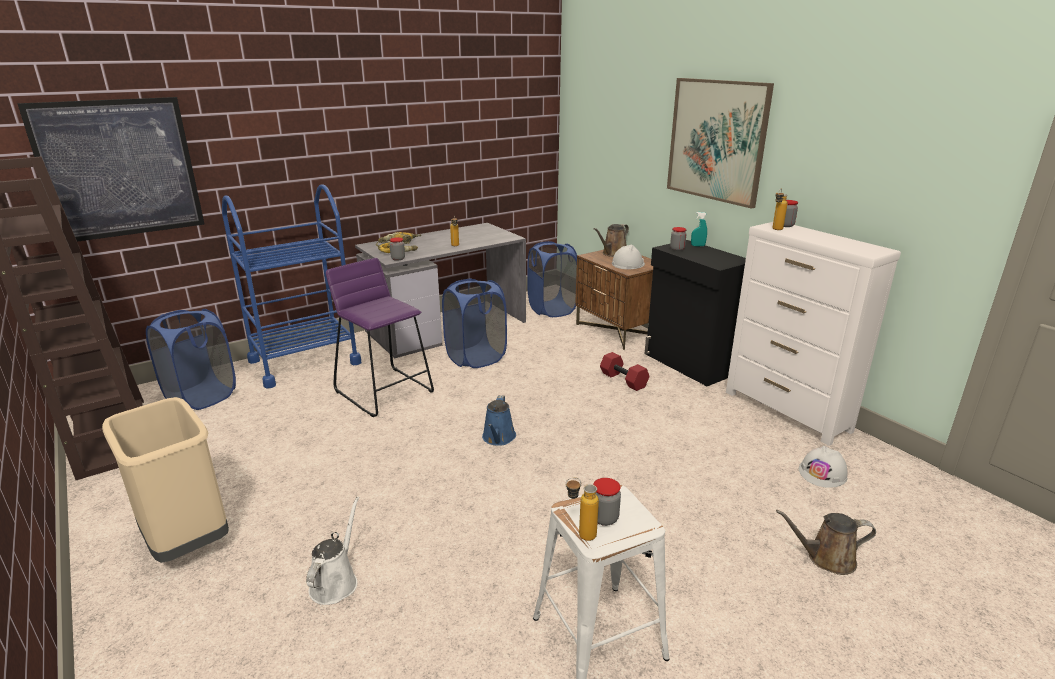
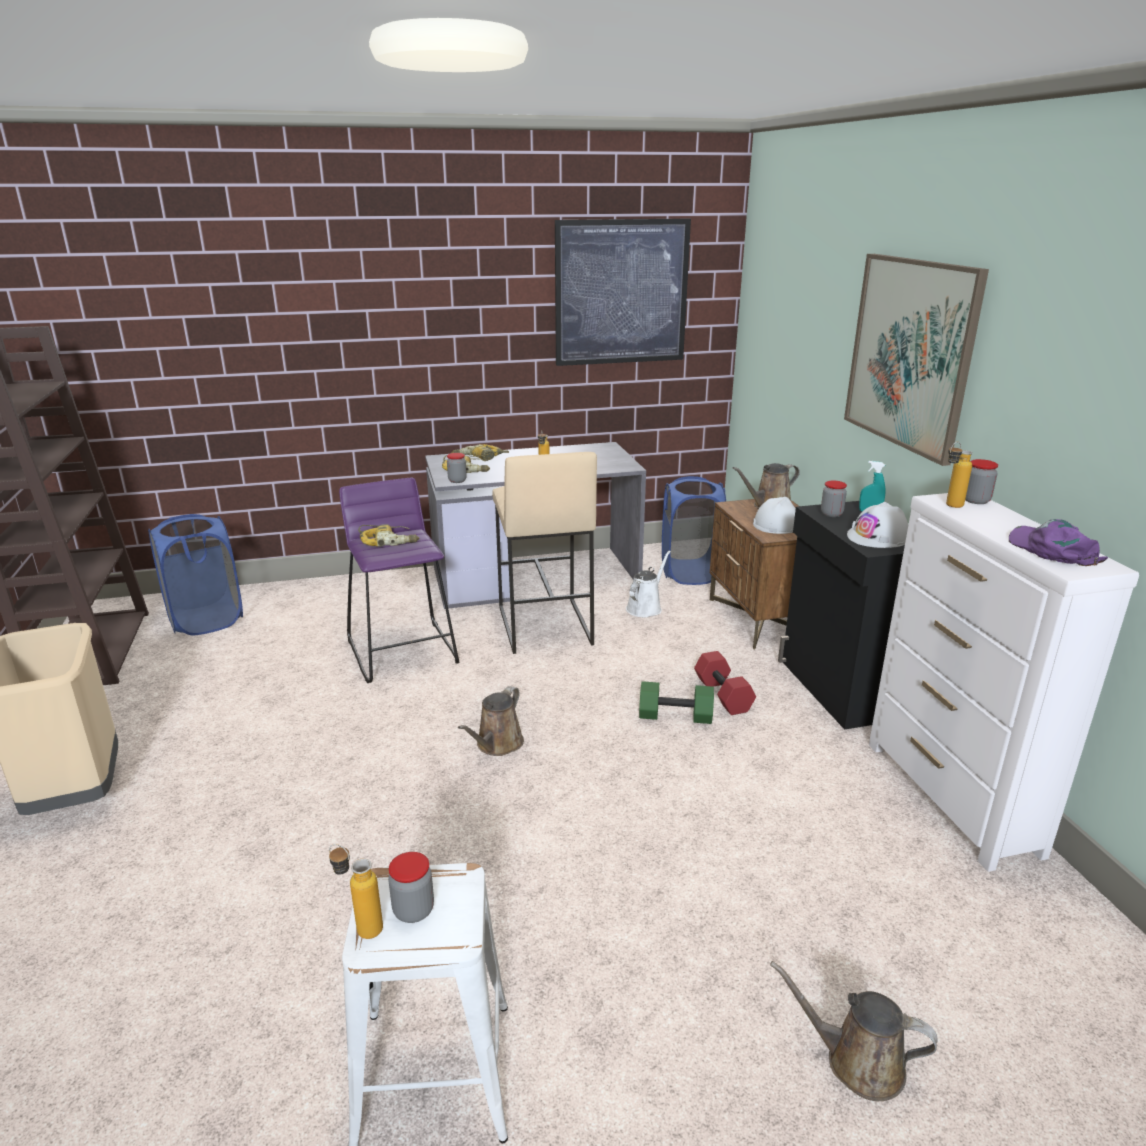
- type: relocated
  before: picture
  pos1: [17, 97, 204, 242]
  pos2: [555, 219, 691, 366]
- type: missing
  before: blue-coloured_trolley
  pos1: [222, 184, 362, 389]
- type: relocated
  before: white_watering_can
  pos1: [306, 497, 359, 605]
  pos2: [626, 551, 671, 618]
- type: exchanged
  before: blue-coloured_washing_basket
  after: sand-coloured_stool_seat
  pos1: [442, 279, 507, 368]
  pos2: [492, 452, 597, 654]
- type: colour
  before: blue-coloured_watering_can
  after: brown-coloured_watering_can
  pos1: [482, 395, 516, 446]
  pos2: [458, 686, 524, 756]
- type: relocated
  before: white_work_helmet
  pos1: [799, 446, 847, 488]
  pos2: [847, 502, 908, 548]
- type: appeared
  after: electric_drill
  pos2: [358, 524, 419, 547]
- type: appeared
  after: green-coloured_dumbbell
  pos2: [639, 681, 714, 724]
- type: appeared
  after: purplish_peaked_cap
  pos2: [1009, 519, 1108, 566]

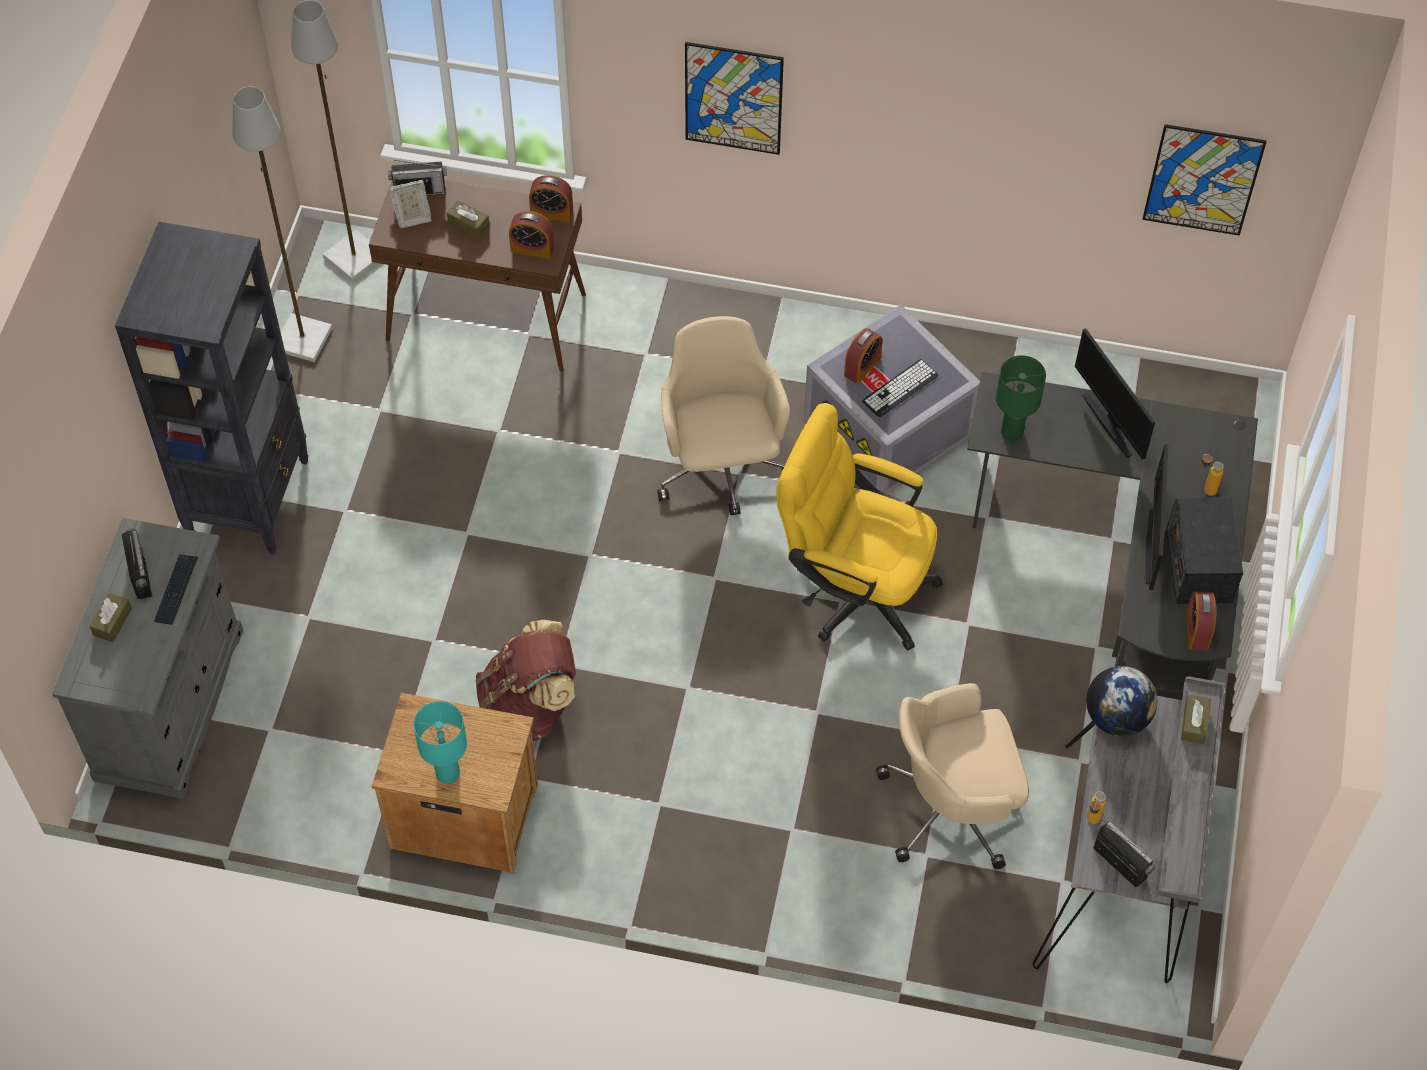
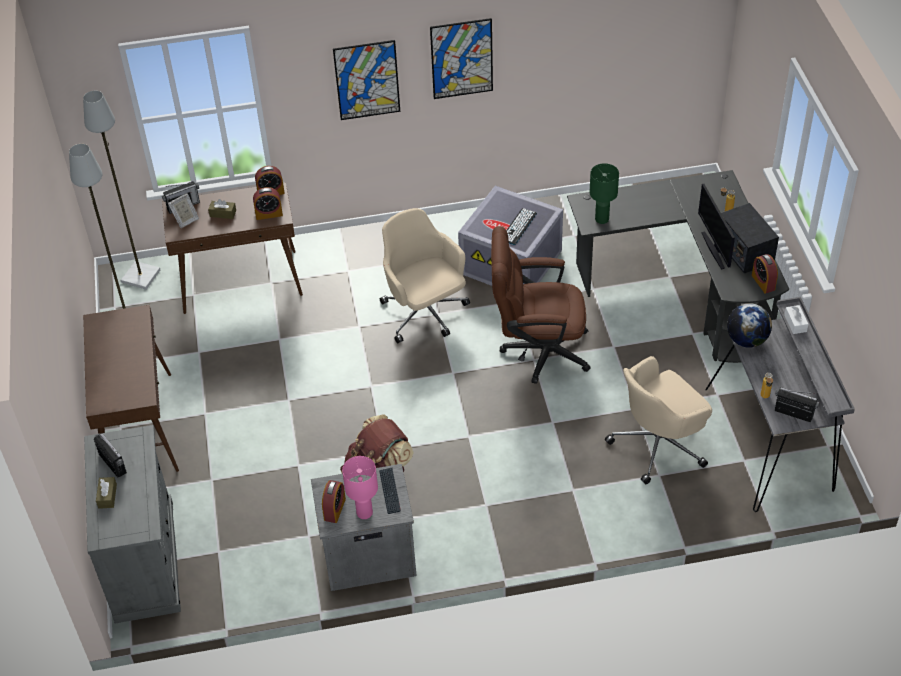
- type: exchanged
  before: black_shelving_unit
  after: brown-coloured_console_table
  pos1: [115, 222, 309, 555]
  pos2: [83, 305, 179, 472]
- type: relocated
  before: keyboard
  pos1: [154, 554, 198, 625]
  pos2: [379, 468, 401, 514]
- type: colour
  before: brown-coloured_night_table
  after: greyish_night_table
  pos1: [372, 693, 538, 873]
  pos2: [311, 464, 417, 591]
- type: colour
  before: blue-green_table_lamp
  after: pinkish_table_lamp
  pos1: [413, 701, 467, 784]
  pos2: [342, 456, 378, 519]
- type: colour
  before: yellowish_office_chair
  after: brown-coloured_office_chair
  pos1: [777, 403, 943, 651]
  pos2: [491, 226, 591, 384]
- type: relocated
  before: bedside_clock
  pos1: [844, 328, 883, 384]
  pos2: [322, 480, 346, 523]
- type: missing
  before: computer_display
  pos1: [1075, 328, 1155, 460]
- type: relocated
  before: picture
  pos1: [1142, 124, 1267, 236]
  pos2: [430, 18, 493, 99]
- type: colour
  before: brown-coloured_tissue_holder
  after: white_tissue_holder
  pos1: [1181, 695, 1211, 744]
  pos2: [784, 305, 809, 334]

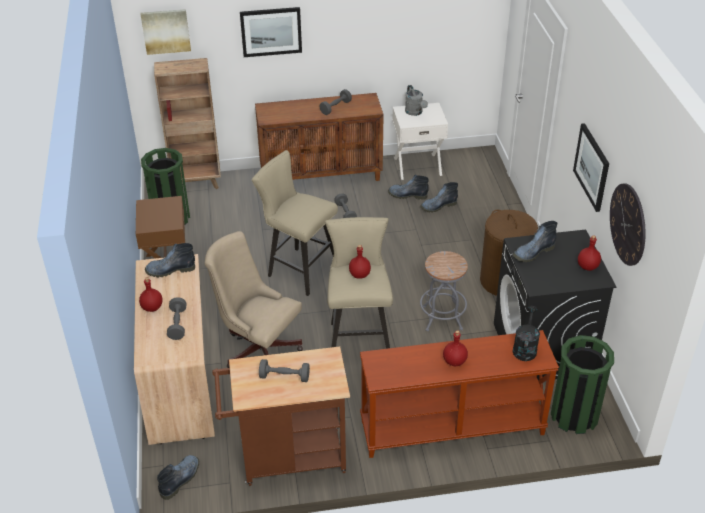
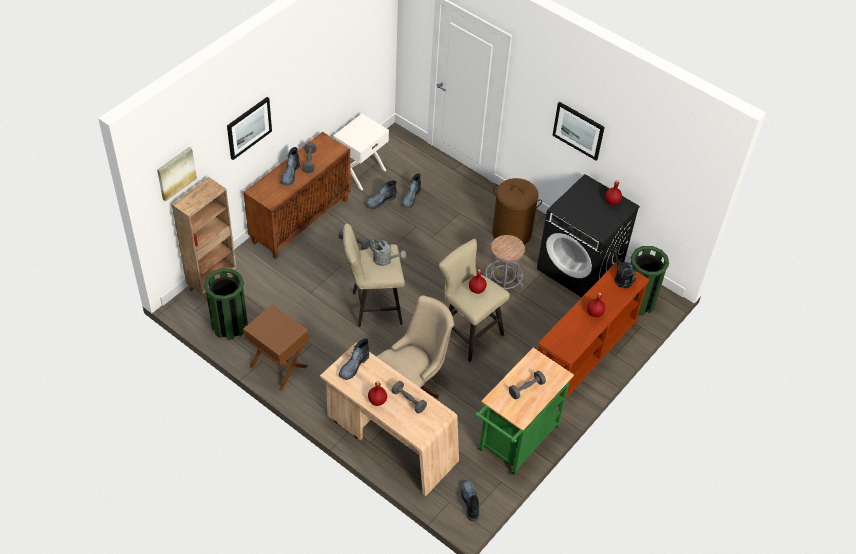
- type: spun
  before: sand-coloured_office_chair
  pos1: [204, 231, 303, 368]
  pos2: [376, 295, 454, 400]
  turn: 150
- type: colour
  before: brown-coloured_trolley
  after: green-coloured_trolley
  pos1: [212, 347, 350, 486]
  pos2: [475, 348, 574, 475]
- type: relocated
  before: greyish_watering_can
  pos1: [405, 85, 428, 116]
  pos2: [369, 239, 406, 266]
- type: relocated
  before: boot
  pos1: [513, 221, 557, 262]
  pos2: [280, 147, 300, 186]
- type: missing
  before: hanging_clock
  pos1: [610, 183, 646, 266]

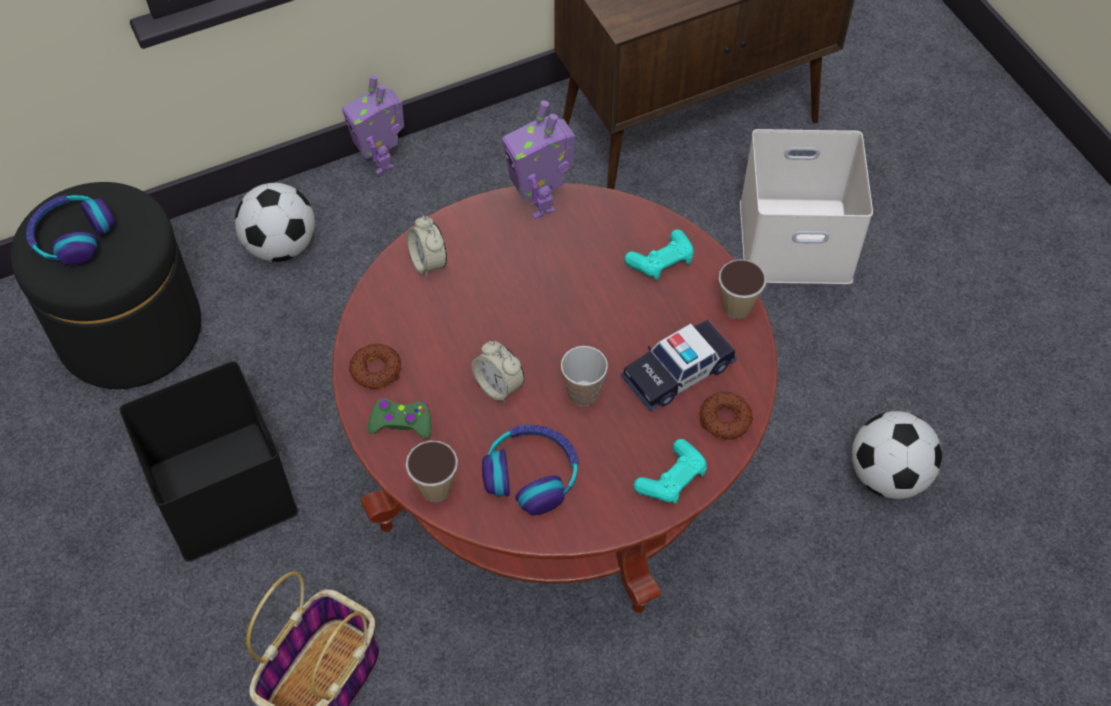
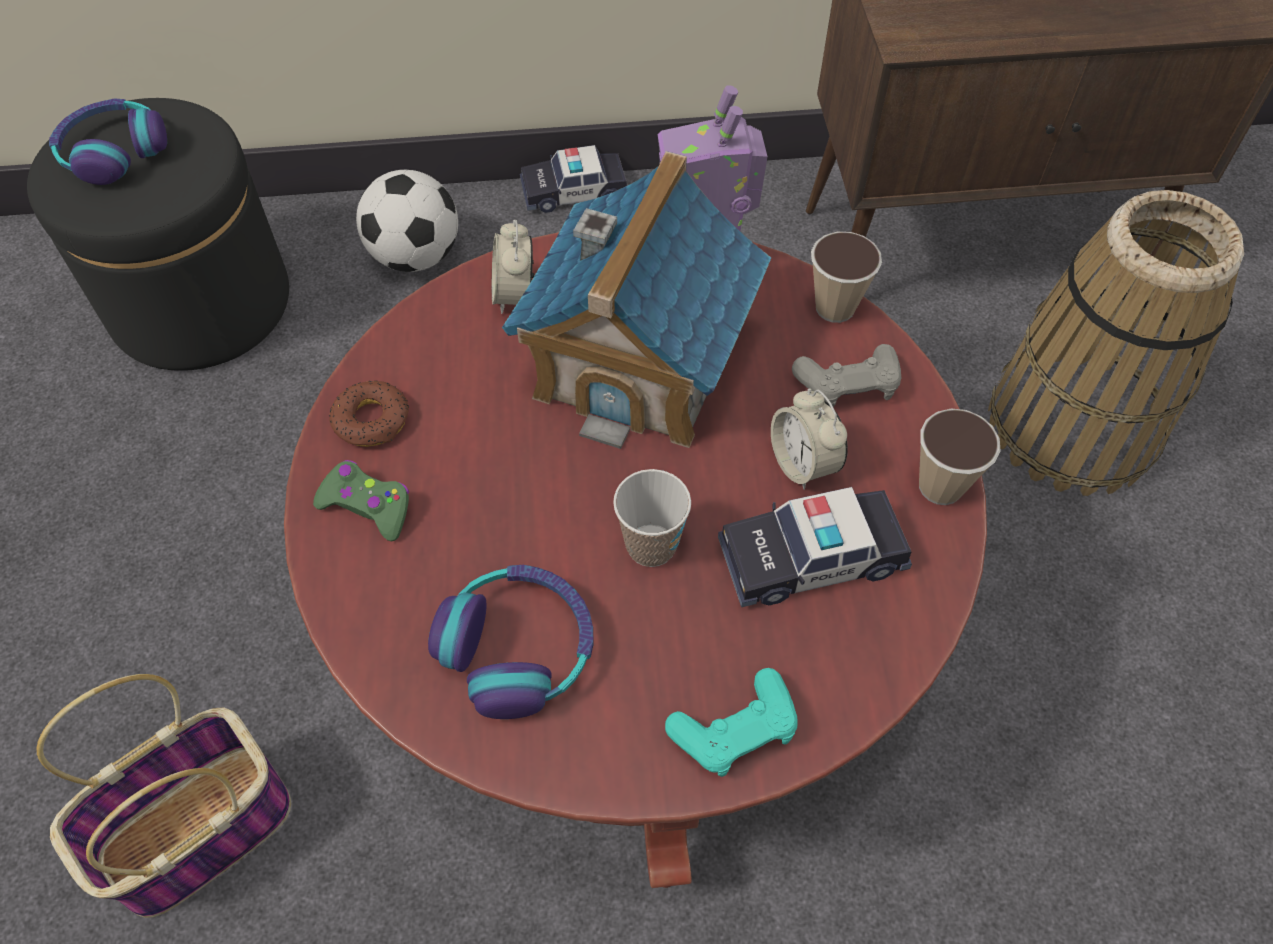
- type: missing
  before: black_storage_bin
  pos1: [119, 361, 298, 562]
- type: exchanged
  before: robot_figure
  after: model_car
  pos1: [342, 75, 404, 175]
  pos2: [520, 145, 627, 213]
- type: relocated
  before: drinking_cup
  pos1: [406, 440, 458, 502]
  pos2: [811, 232, 882, 323]
- type: relocated
  before: bedside_clock
  pos1: [472, 341, 525, 403]
  pos2: [771, 388, 848, 490]
- type: colour
  before: blue-green_game_controller
  after: greyish_game_controller
  pos1: [625, 229, 694, 280]
  pos2: [792, 344, 901, 407]
- type: missing
  before: ring_doughnut
  pos1: [700, 391, 753, 440]
- type: exchanged
  before: white_storage_bin
  after: basket
  pos1: [740, 129, 873, 284]
  pos2: [988, 190, 1244, 496]
- type: missing
  before: football
  pos1: [852, 411, 942, 499]
- type: appeared
  after: miniature_house
  pos2: [502, 151, 771, 449]

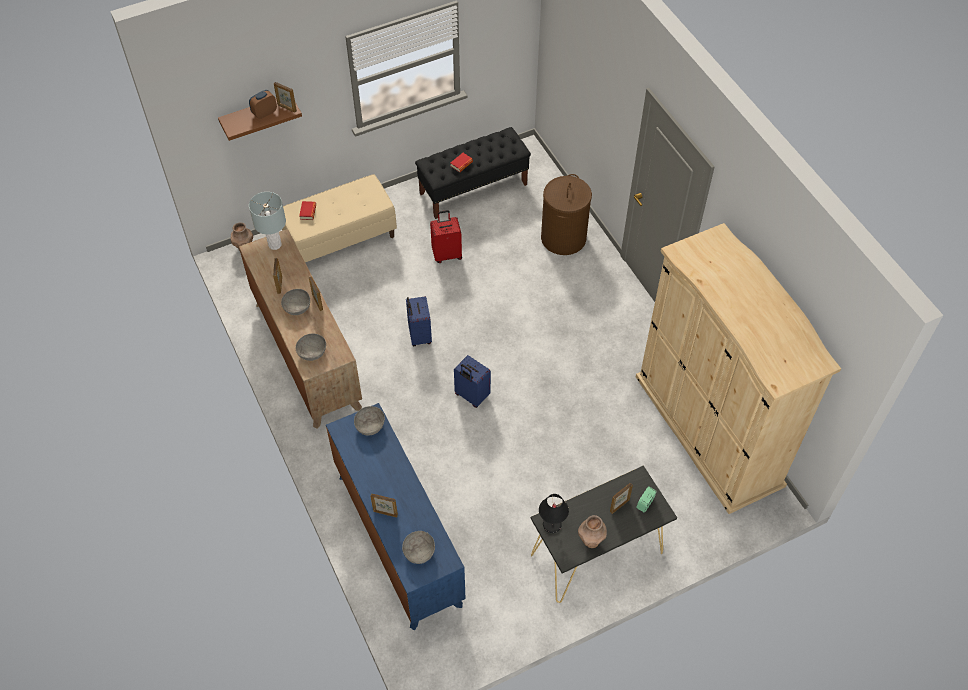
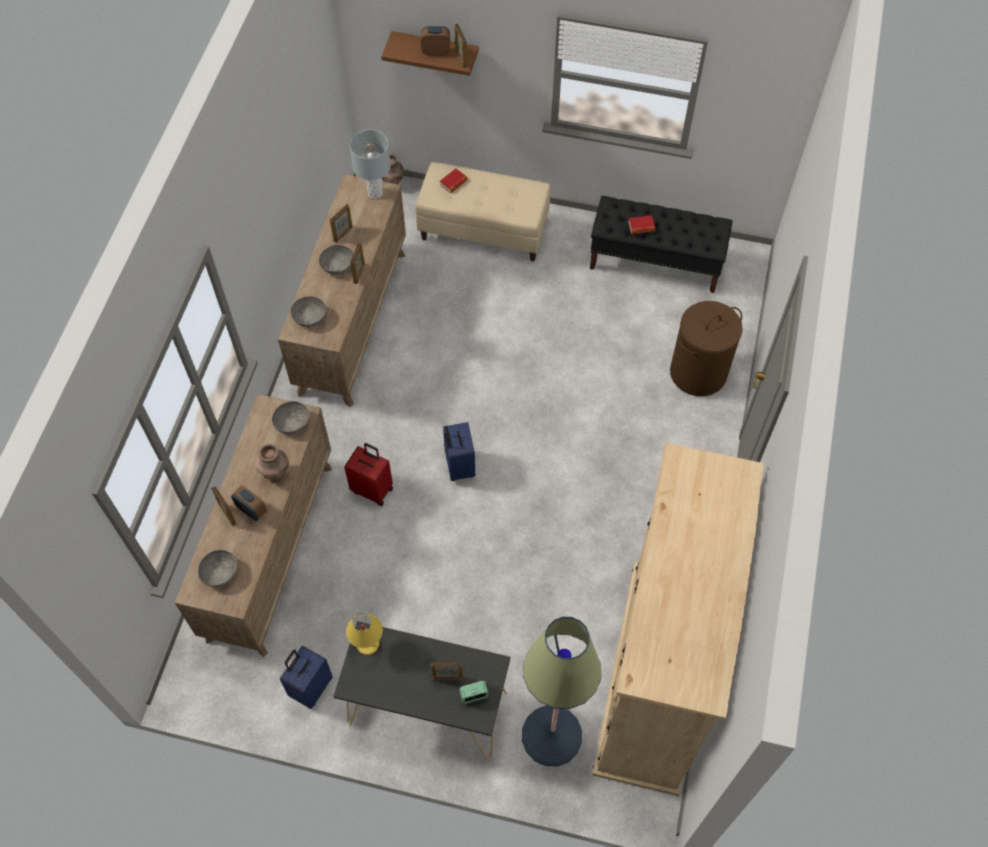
- type: colour
  before: blue-coloured_drawer_chest
  after: brown-coloured_drawer_chest
  pos1: [326, 403, 466, 630]
  pos2: [175, 394, 332, 657]
- type: relocated
  before: blue-coloured_piece_of_luggage
  pos1: [406, 296, 432, 346]
  pos2: [280, 646, 332, 709]
- type: relocated
  before: red-coloured_piece_of_luggage
  pos1: [430, 210, 462, 263]
  pos2: [344, 443, 393, 506]
- type: colour
  before: black_table_lamp
  after: yellowish_table_lamp
  pos1: [539, 494, 569, 533]
  pos2: [346, 613, 383, 655]
- type: relocated
  before: brown-coloured_flower_vase
  pos1: [578, 515, 607, 548]
  pos2: [255, 444, 289, 482]
- type: appeared
  after: bedside_clock
  pos2: [231, 485, 267, 521]
- type: appeared
  after: standing_lamp
  pos2: [522, 617, 601, 766]

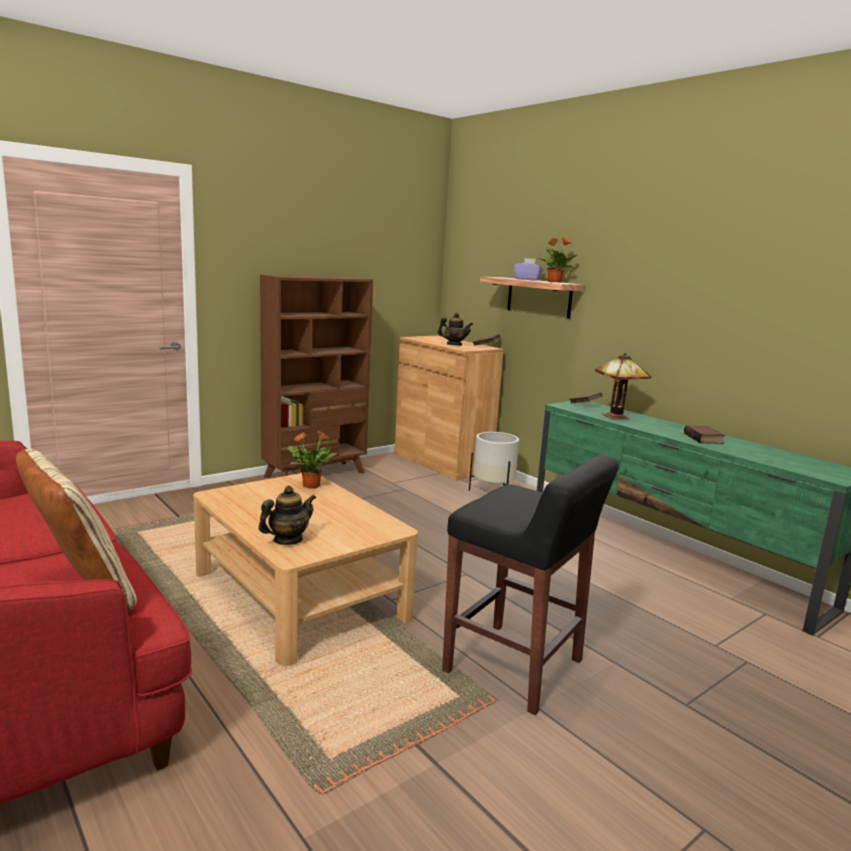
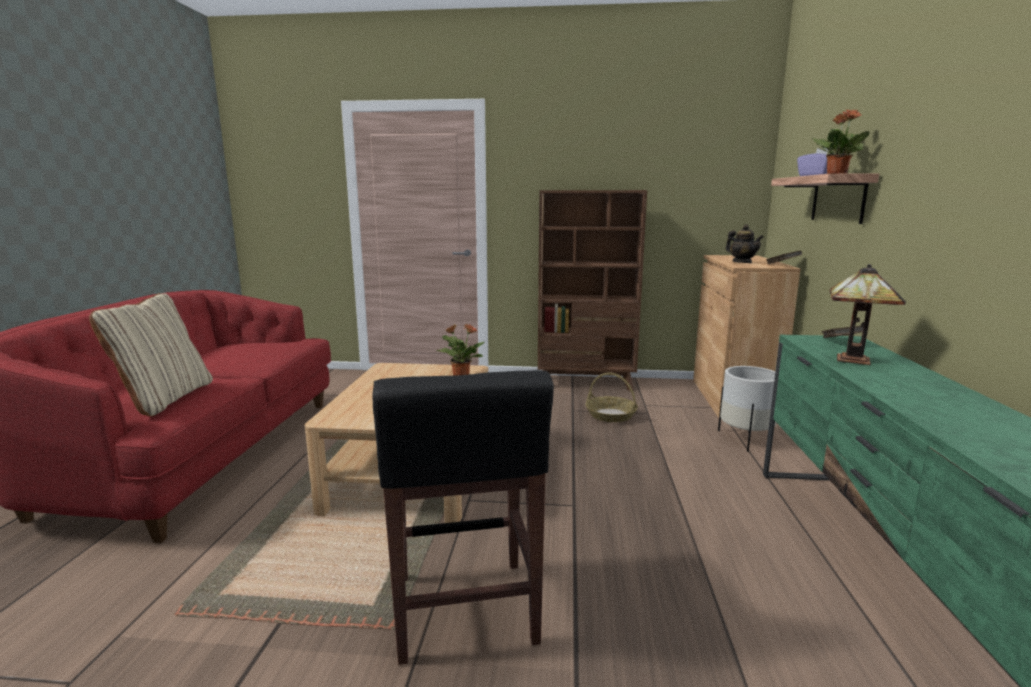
- type: missing
  before: teapot
  pos1: [258, 486, 316, 545]
- type: missing
  before: volume
  pos1: [684, 425, 725, 444]
- type: appeared
  after: basket
  pos2: [585, 372, 638, 422]

